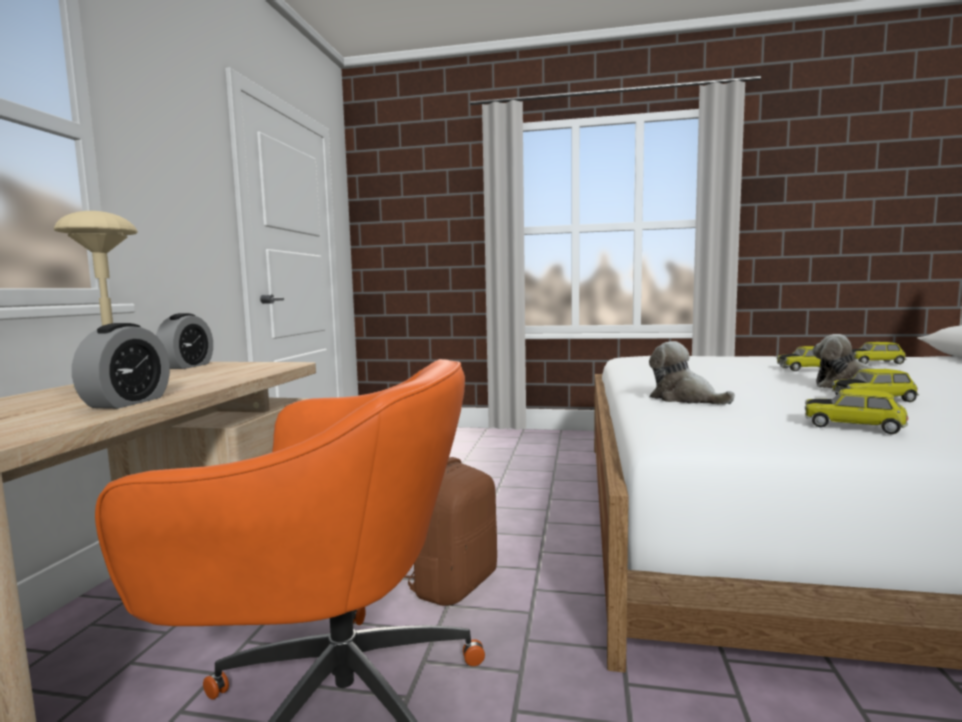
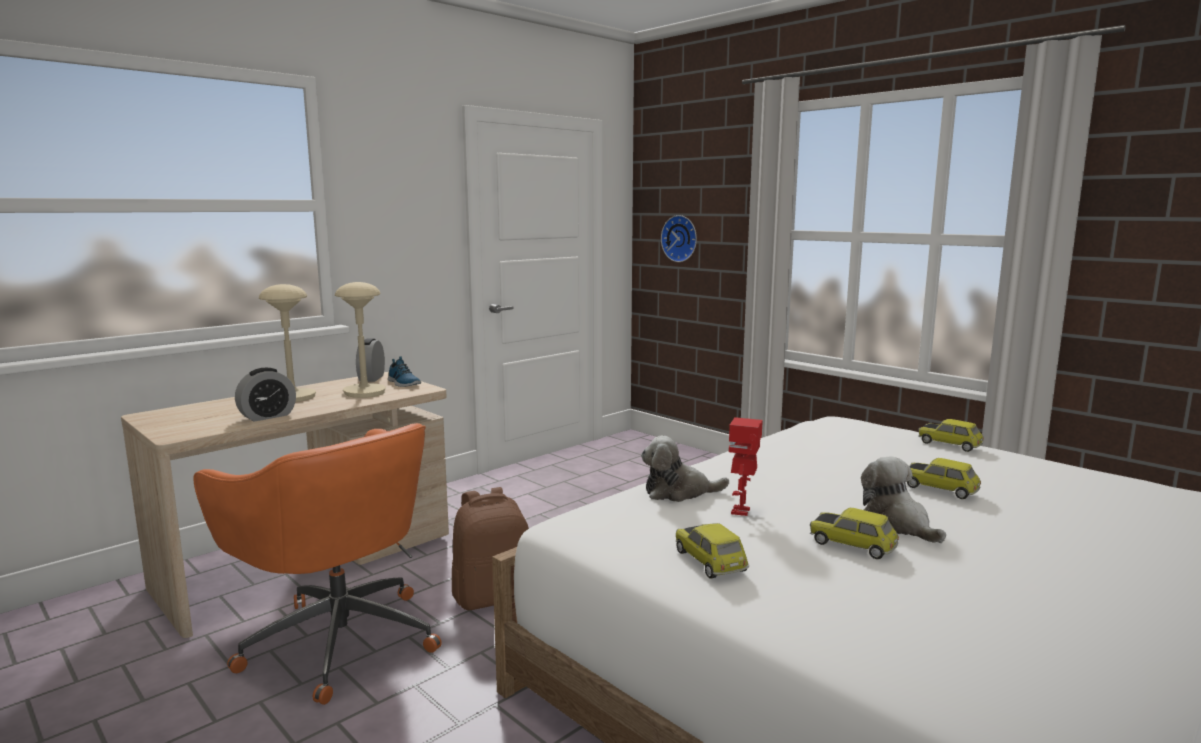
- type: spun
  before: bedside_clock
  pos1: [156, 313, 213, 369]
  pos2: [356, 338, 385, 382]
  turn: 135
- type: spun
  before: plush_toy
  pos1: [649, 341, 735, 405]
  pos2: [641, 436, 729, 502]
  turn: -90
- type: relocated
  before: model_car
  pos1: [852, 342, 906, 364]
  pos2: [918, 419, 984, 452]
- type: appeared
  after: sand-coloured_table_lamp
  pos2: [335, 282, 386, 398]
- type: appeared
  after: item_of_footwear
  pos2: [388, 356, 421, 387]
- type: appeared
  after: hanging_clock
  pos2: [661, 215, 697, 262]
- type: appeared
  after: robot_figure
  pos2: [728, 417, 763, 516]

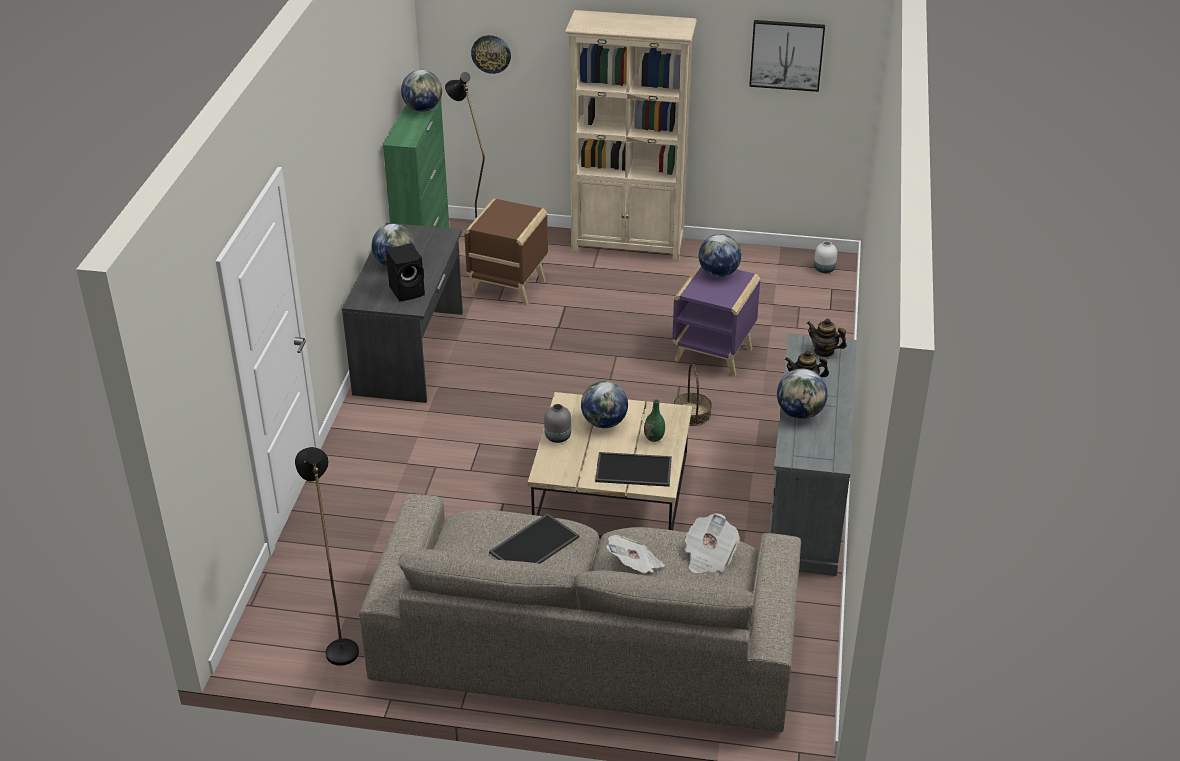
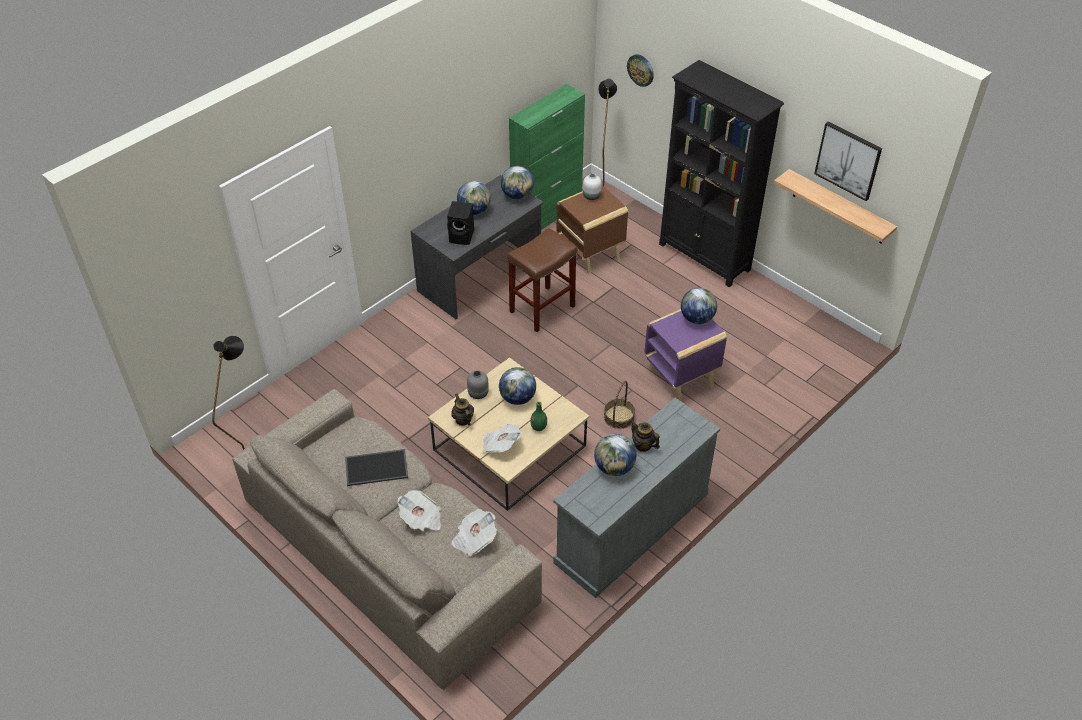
- type: relocated
  before: globe
  pos1: [401, 70, 442, 112]
  pos2: [501, 166, 534, 200]
- type: colour
  before: sand-coloured_shelving_unit
  after: black_shelving_unit
  pos1: [565, 10, 697, 262]
  pos2: [659, 60, 784, 287]
- type: exchanged
  before: carrying_tray
  after: newspaper
  pos1: [595, 452, 672, 487]
  pos2: [482, 424, 521, 453]
- type: relocated
  before: teapot
  pos1: [807, 318, 847, 357]
  pos2: [451, 394, 474, 426]
- type: relocated
  before: white_flower_vase
  pos1: [814, 241, 837, 273]
  pos2: [583, 173, 602, 200]
- type: appeared
  after: brown-coloured_stool_seat
  pos2: [507, 228, 577, 332]
- type: appeared
  after: wall_shelf
  pos2: [774, 169, 897, 244]

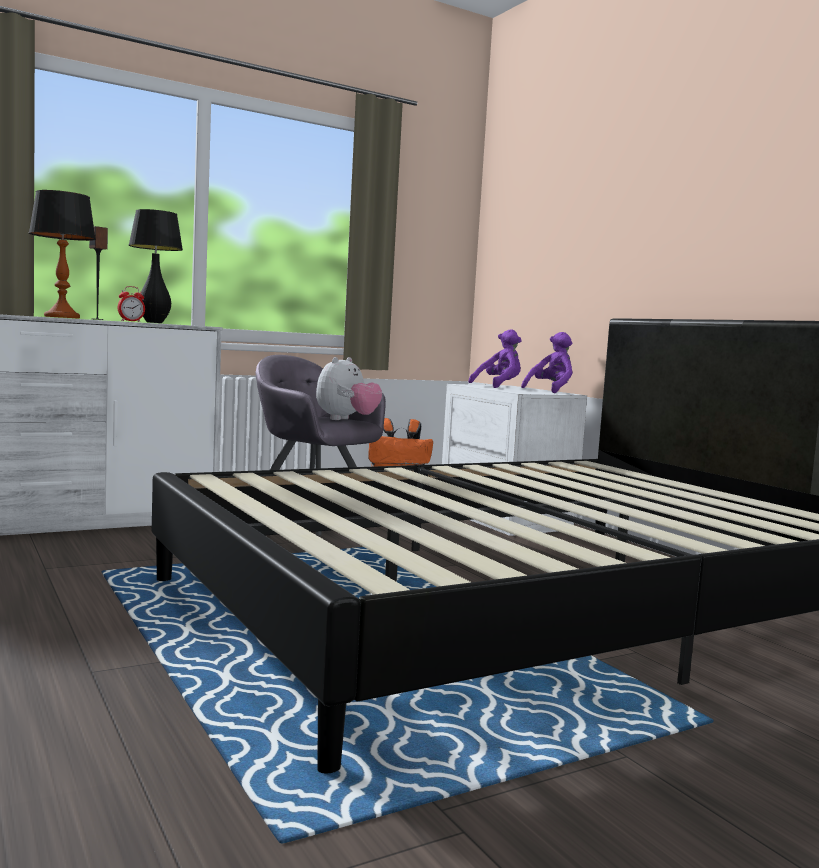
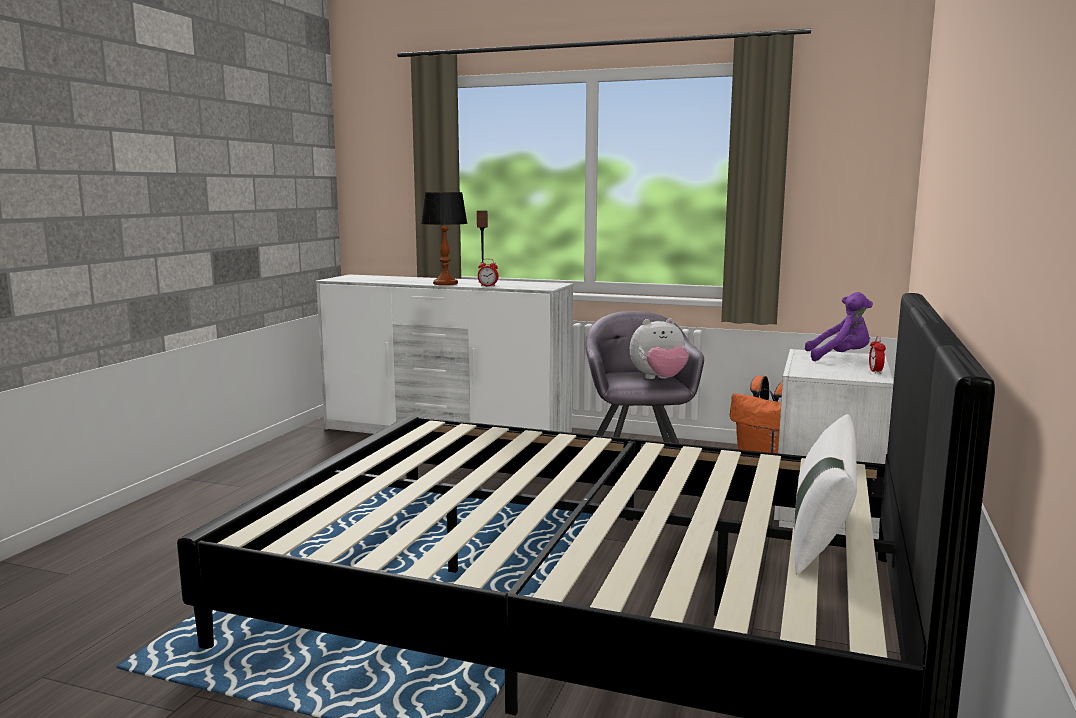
- type: missing
  before: black_table_lamp
  pos1: [128, 209, 183, 323]
- type: exchanged
  before: purplish_plush_toy
  after: bedside_clock
  pos1: [521, 332, 572, 393]
  pos2: [869, 336, 886, 374]
- type: appeared
  after: white_cushion
  pos2: [794, 414, 857, 575]

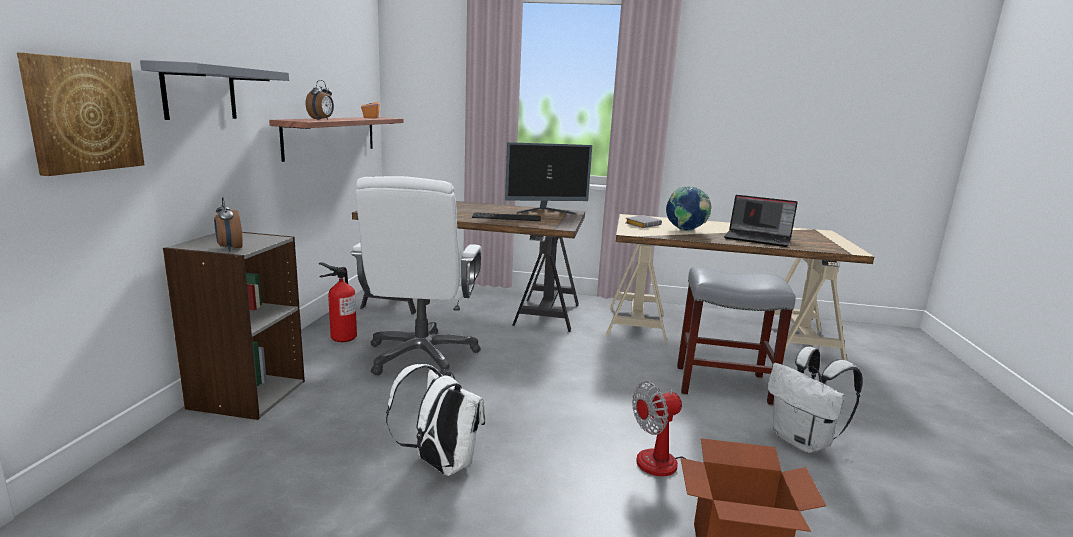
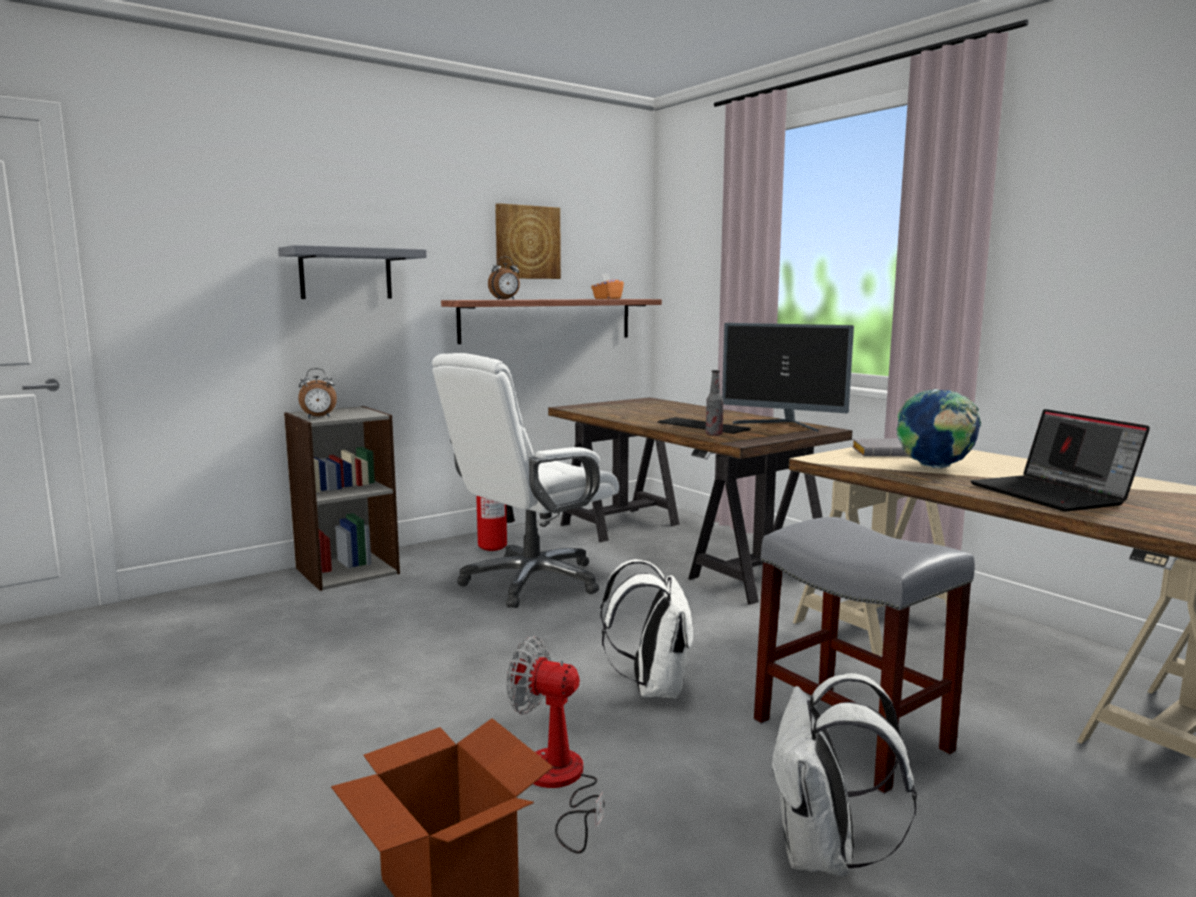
- type: relocated
  before: picture
  pos1: [17, 52, 145, 176]
  pos2: [495, 203, 561, 279]
- type: spun
  before: bedside_clock
  pos1: [214, 197, 243, 251]
  pos2: [298, 368, 337, 418]
  turn: -120
- type: relocated
  before: white_backpack
  pos1: [386, 364, 485, 476]
  pos2: [600, 559, 693, 699]
- type: appeared
  after: drink_bottle
  pos2: [706, 370, 723, 436]

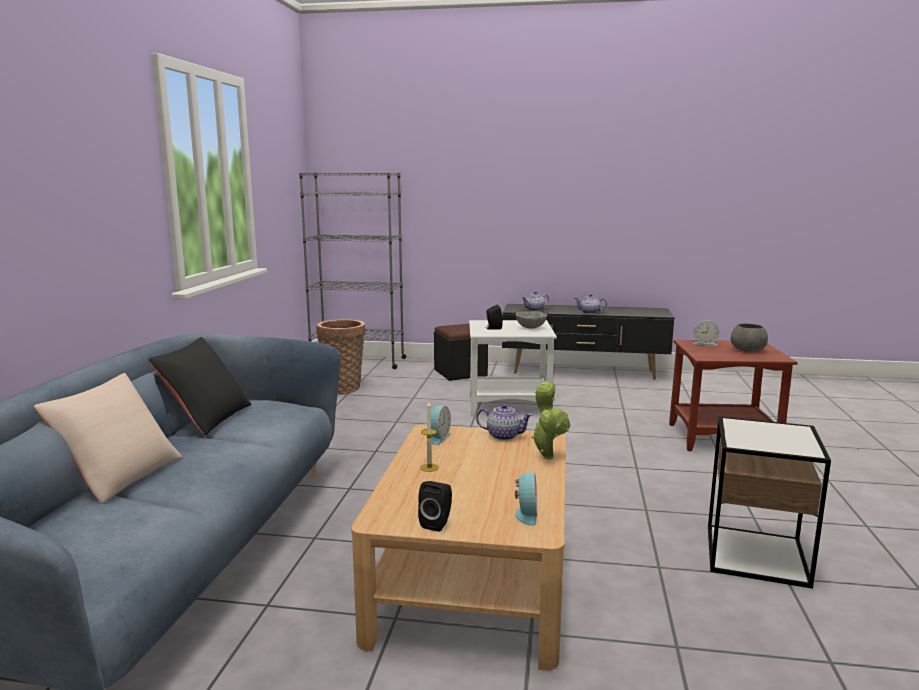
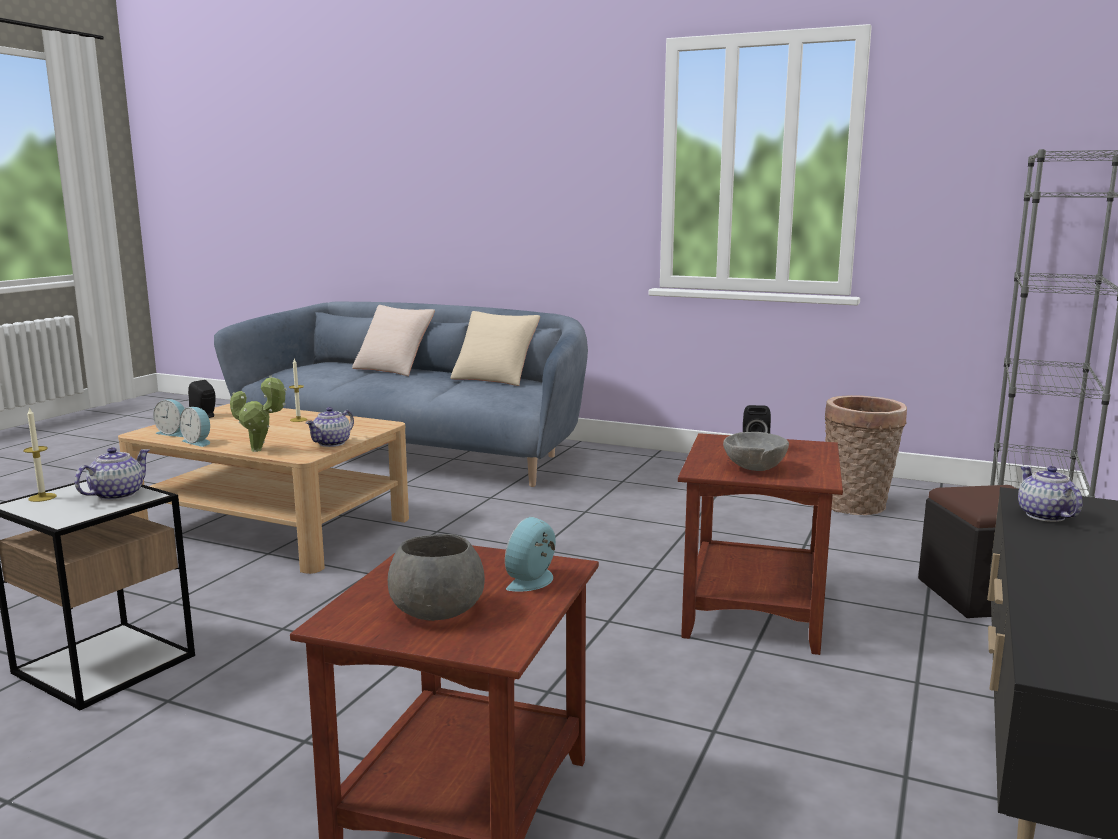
- type: colour
  before: black_cushion
  after: sand-coloured_cushion
  pos1: [148, 337, 251, 435]
  pos2: [451, 311, 540, 386]
- type: relocated
  before: bedside_clock
  pos1: [431, 406, 451, 445]
  pos2: [180, 407, 210, 447]
- type: colour
  before: white_side_table
  after: brown-coloured_side_table
  pos1: [469, 320, 557, 416]
  pos2: [678, 433, 843, 655]
- type: relocated
  before: teapot
  pos1: [575, 294, 607, 314]
  pos2: [75, 447, 150, 500]
- type: appeared
  after: candle
  pos2: [23, 407, 57, 502]

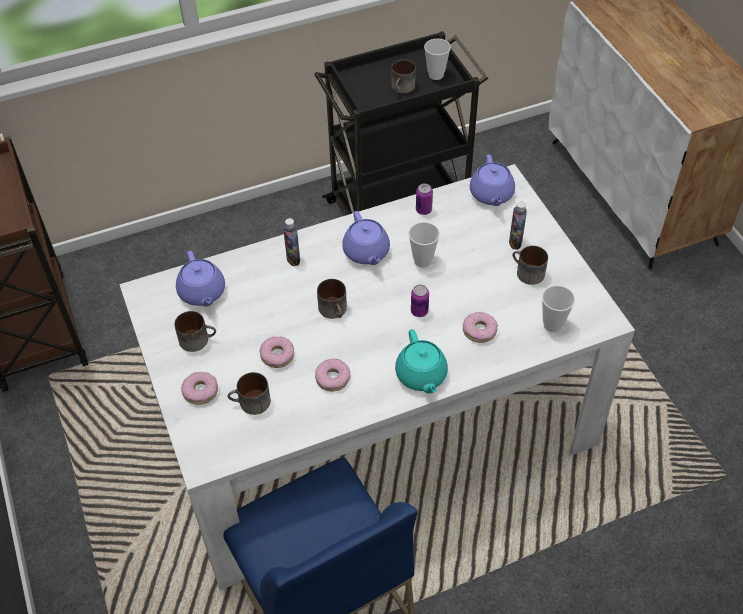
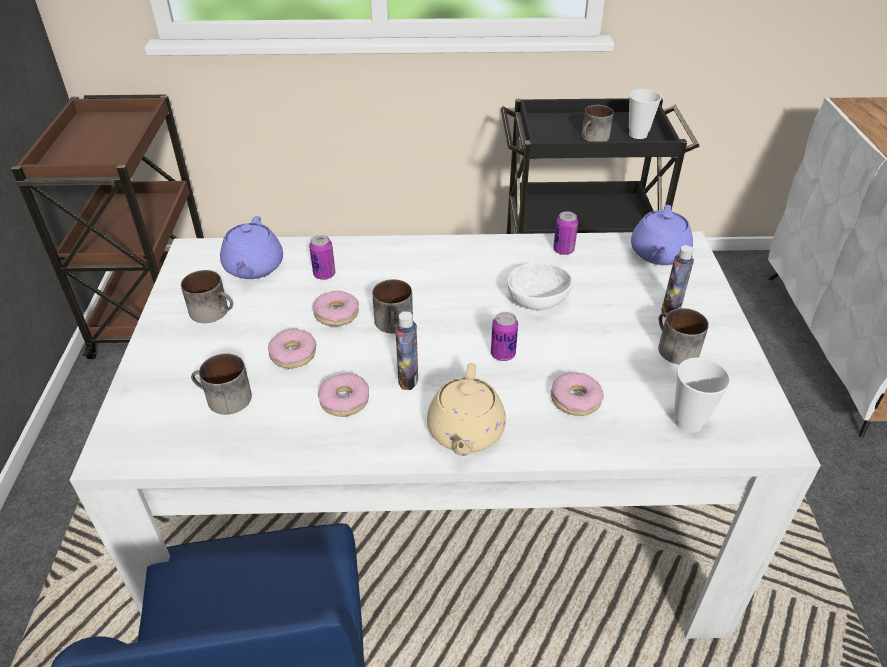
- type: relocated
  before: ring_doughnut
  pos1: [181, 372, 218, 405]
  pos2: [313, 290, 359, 326]
- type: relocated
  before: drink_bottle
  pos1: [283, 218, 300, 266]
  pos2: [395, 311, 418, 390]
- type: missing
  before: purplish_teapot
  pos1: [342, 211, 390, 265]
- type: colour
  before: blue-green_teapot
  after: sand-coloured_teapot
  pos1: [395, 329, 448, 394]
  pos2: [427, 363, 506, 456]
- type: exchanged
  before: drinking_cup
  after: white_deep_dish
  pos1: [408, 222, 440, 268]
  pos2: [507, 262, 573, 310]
- type: appeared
  after: sealed_can
  pos2: [309, 235, 335, 280]

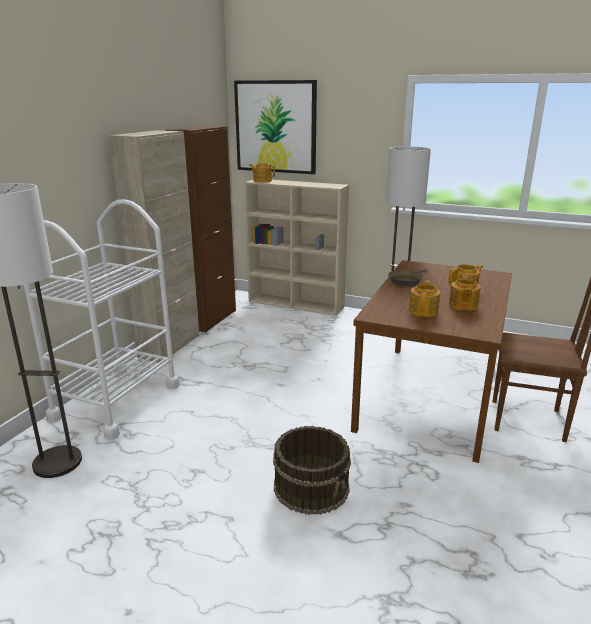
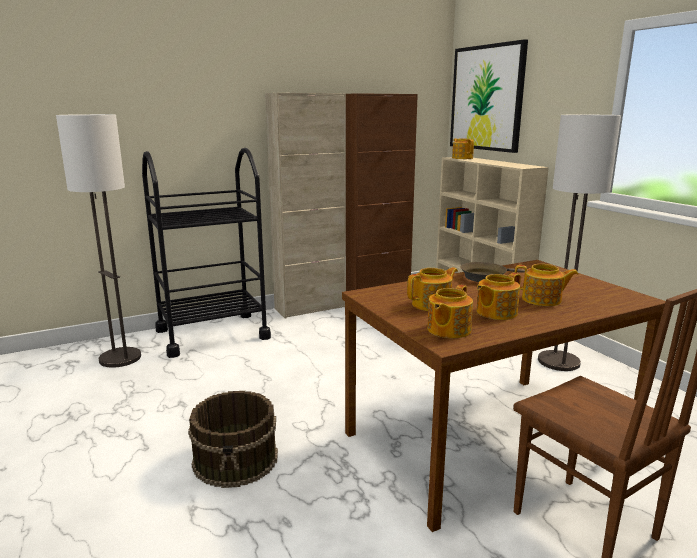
- type: colour
  before: white_trolley
  after: black_trolley
  pos1: [24, 199, 179, 440]
  pos2: [142, 148, 271, 358]
- type: appeared
  after: teapot
  pos2: [427, 285, 473, 338]

